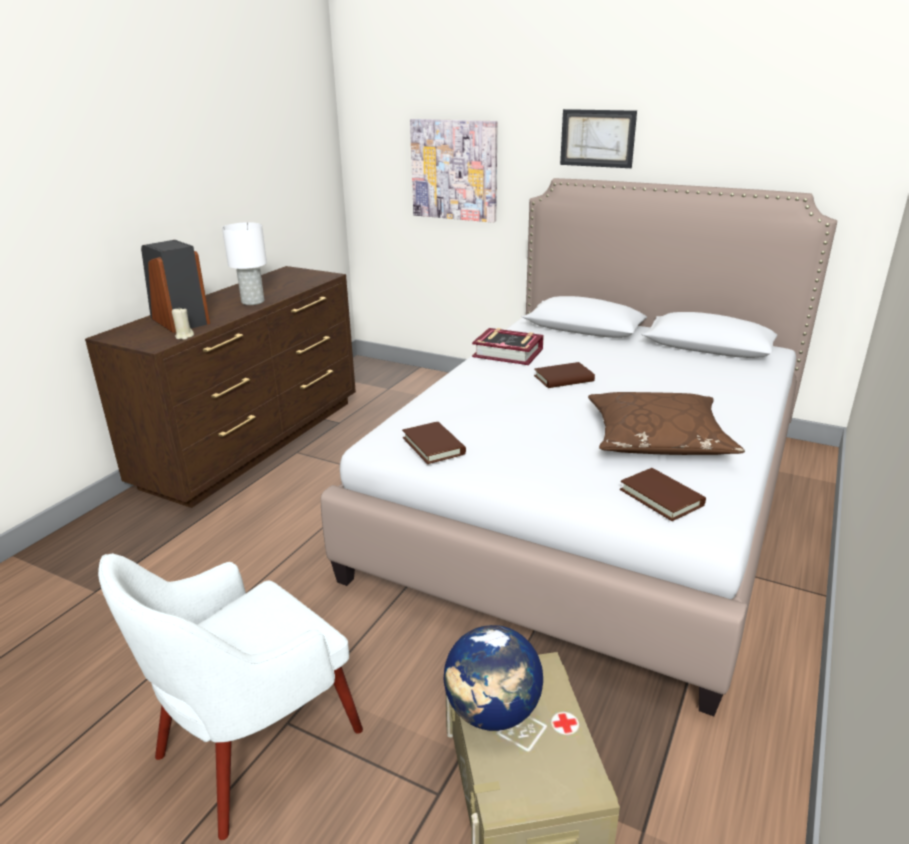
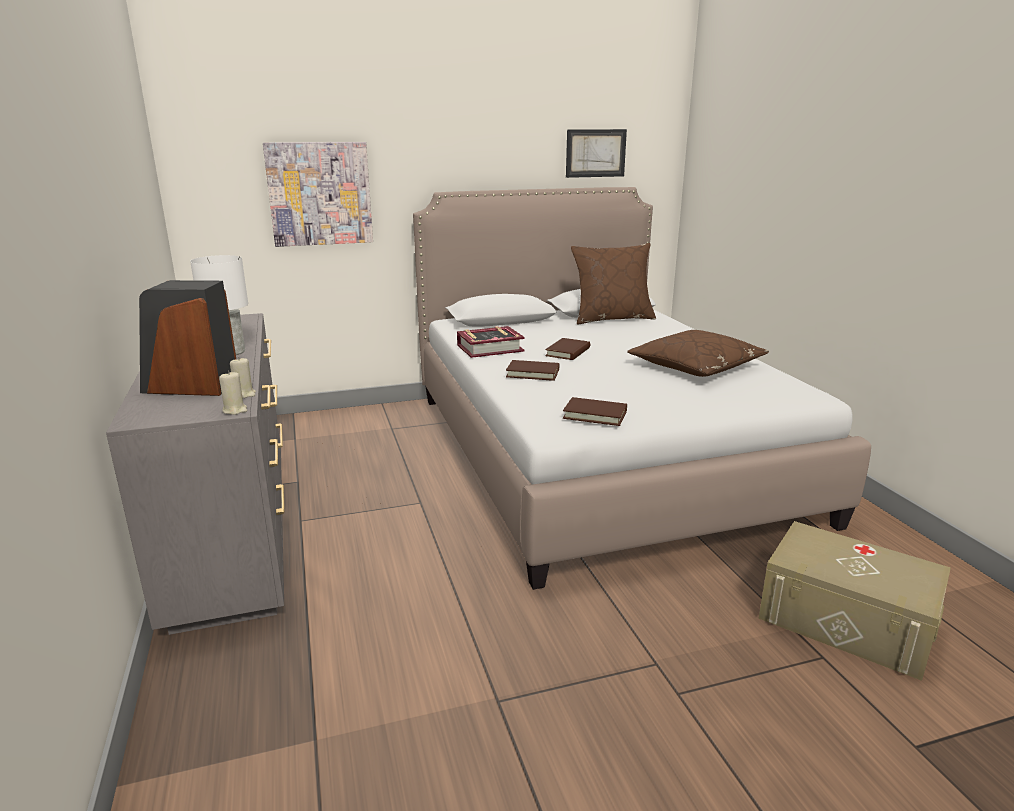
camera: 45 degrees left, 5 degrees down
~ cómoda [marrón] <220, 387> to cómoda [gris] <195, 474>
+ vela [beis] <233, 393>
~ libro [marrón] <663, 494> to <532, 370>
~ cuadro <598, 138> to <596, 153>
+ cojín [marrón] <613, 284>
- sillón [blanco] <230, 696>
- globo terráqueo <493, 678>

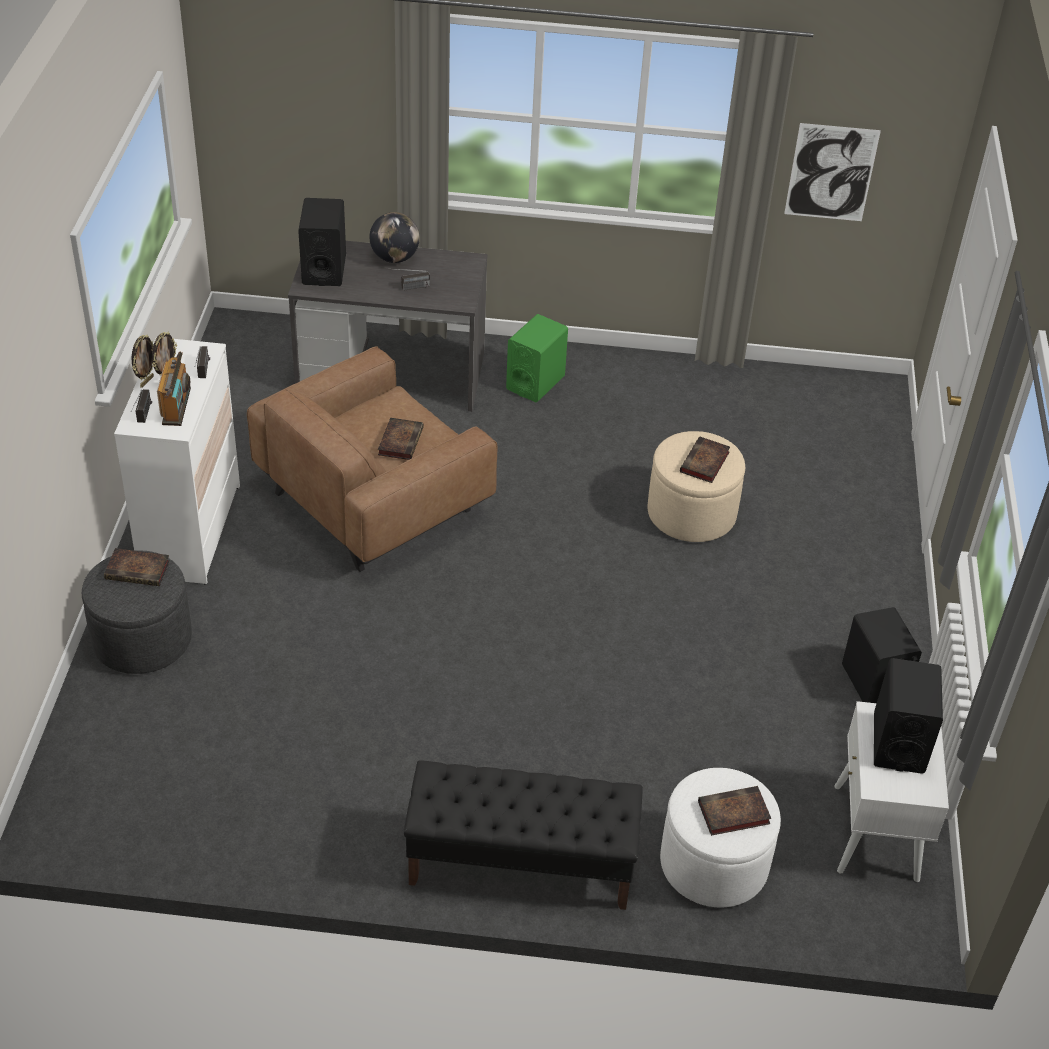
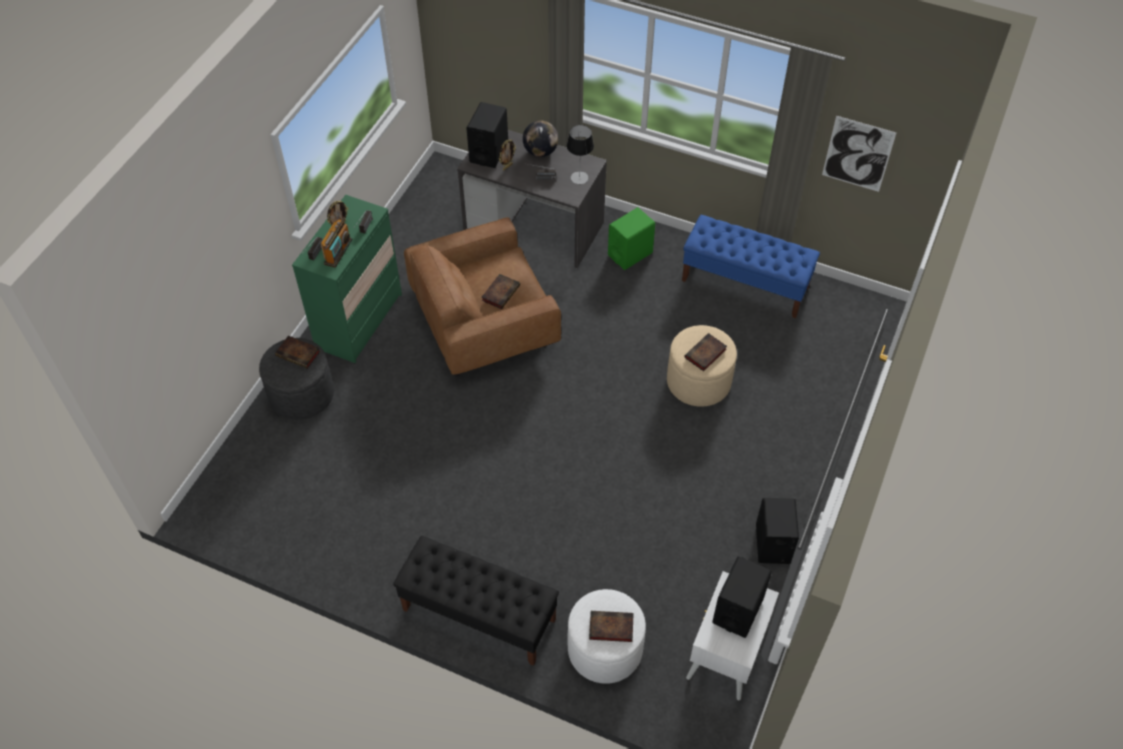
camera: 20 degrees right, 10 degrees up
~ cómoda [blanco] <177, 461> to cómoda [verde] <347, 279>
~ portarretratos <142, 361> to <507, 155>
+ lámpara de mesa <580, 154>
+ banco [azul] <751, 266>

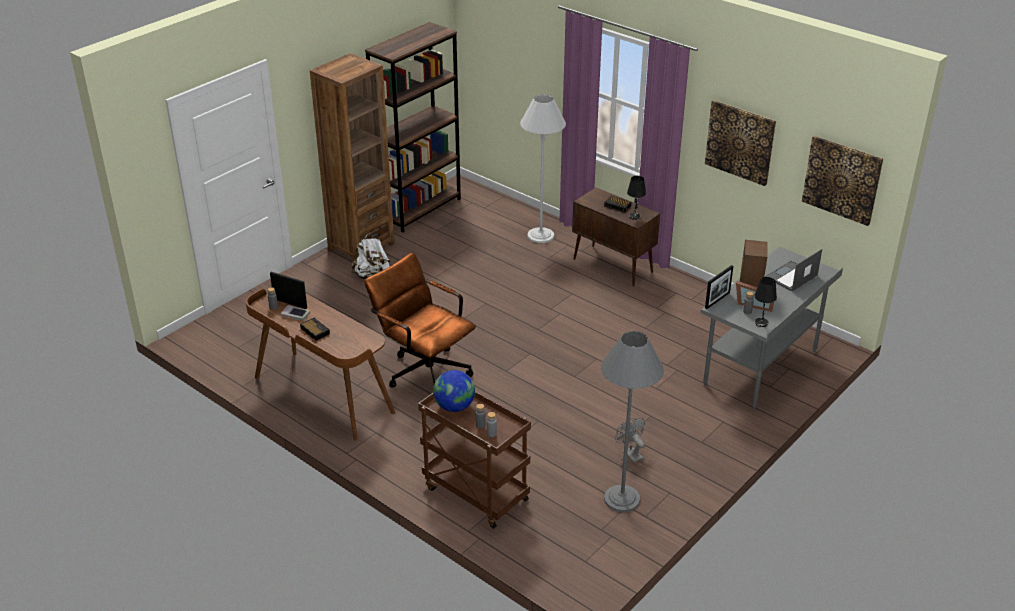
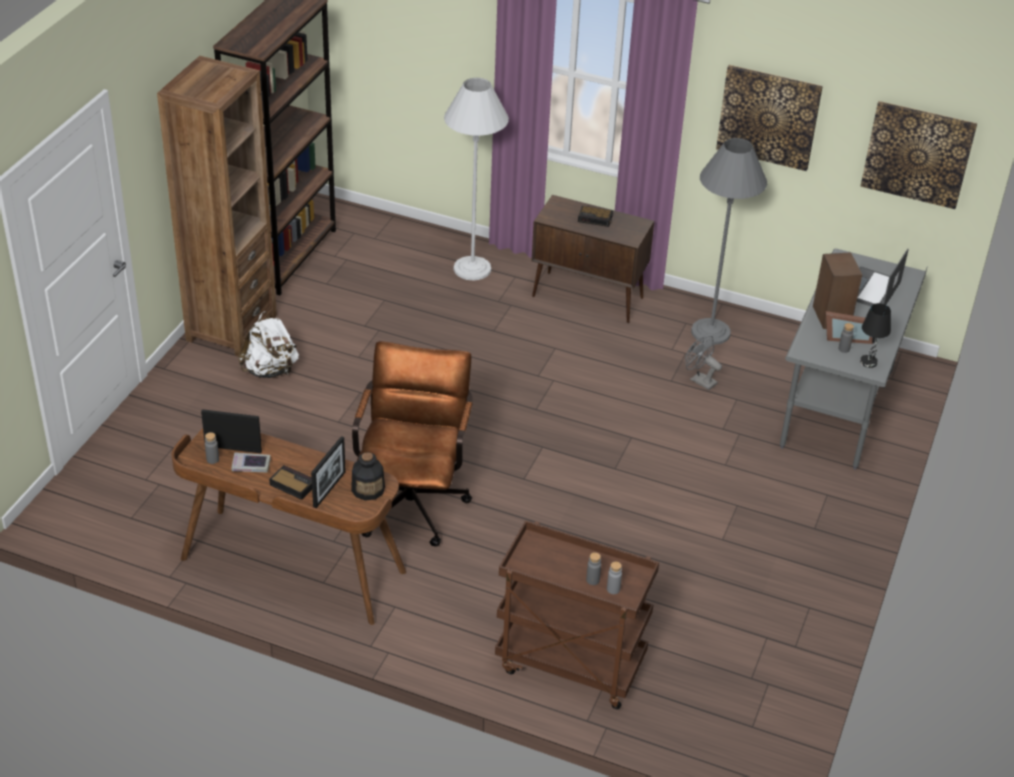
camera: 20 degrees left, 5 degrees up
~ portarretratos <719, 287> to <328, 472>
+ botella <368, 476>
~ silla de oficina [marrón] <420, 320> = <412, 443> 75 degrees clockwise
~ ventilador [gris] <630, 440> to <703, 363>
~ lámpara de pie [gris] <632, 421> to <729, 241>
- globo terráqueo <454, 391>
- lámpara de mesa [negro] <636, 198>

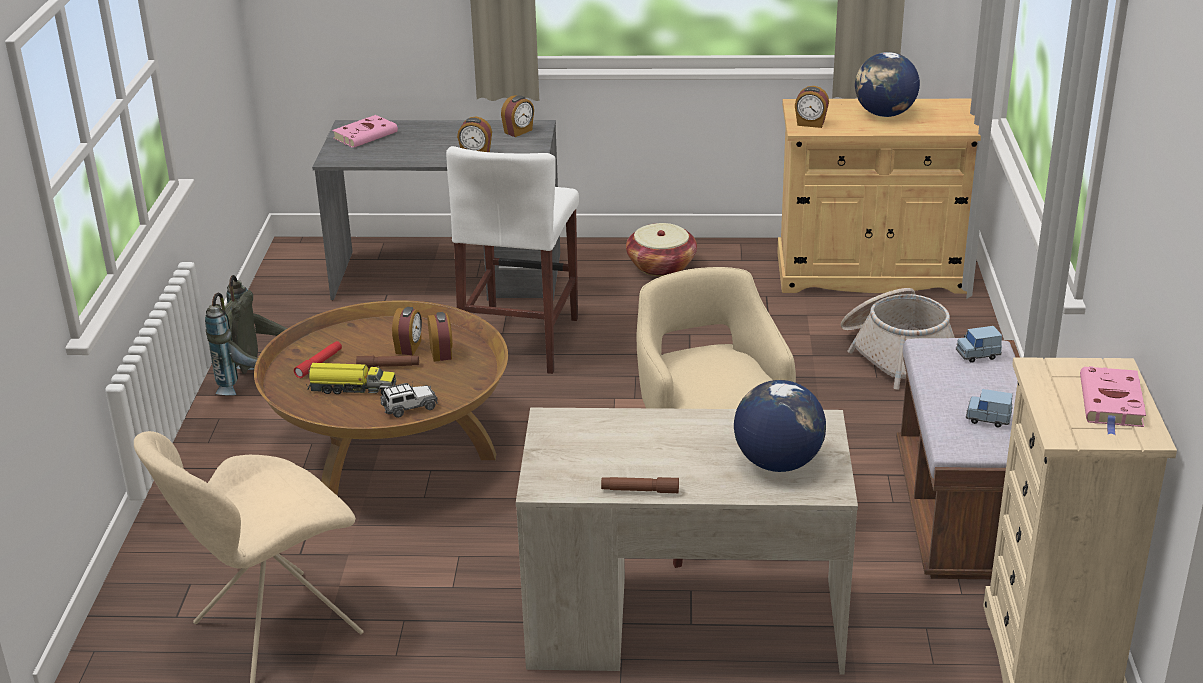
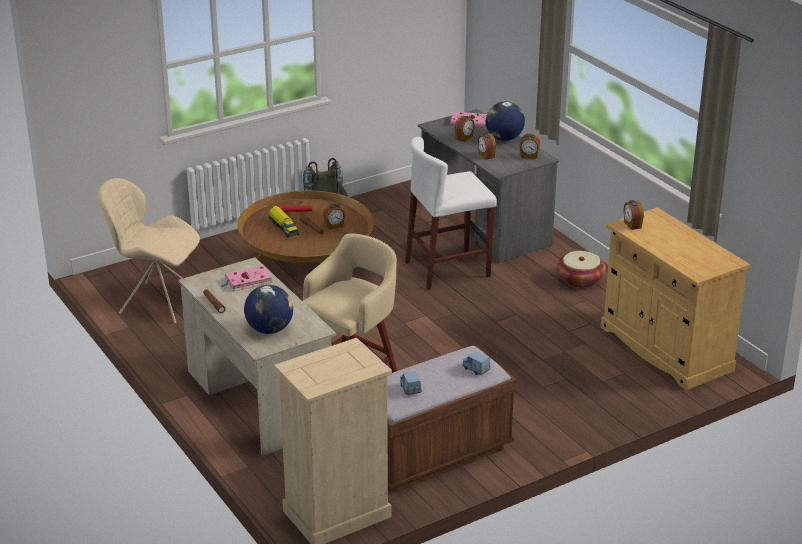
camera: 55 degrees right, 0 degrees up
~ libro [rosa] <1113, 400> to <246, 278>
~ despertador <440, 337> to <464, 129>
~ globo terráqueo <887, 84> to <505, 121>
- coche de juguete <409, 400>
- cesta <898, 339>

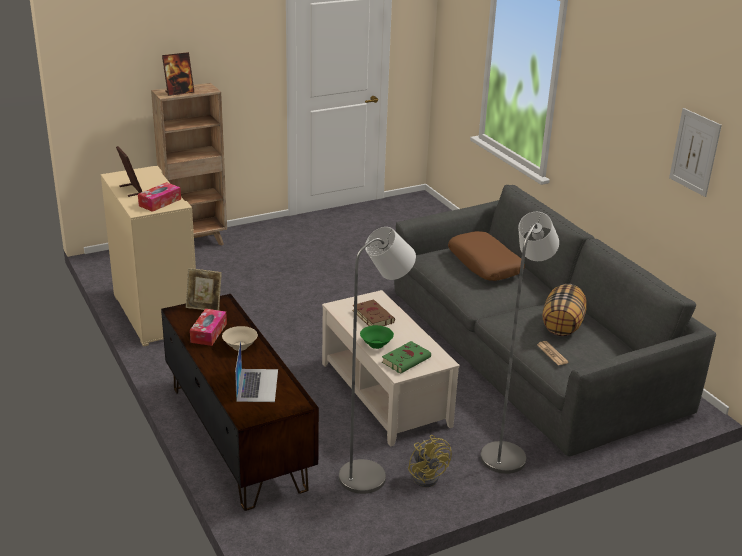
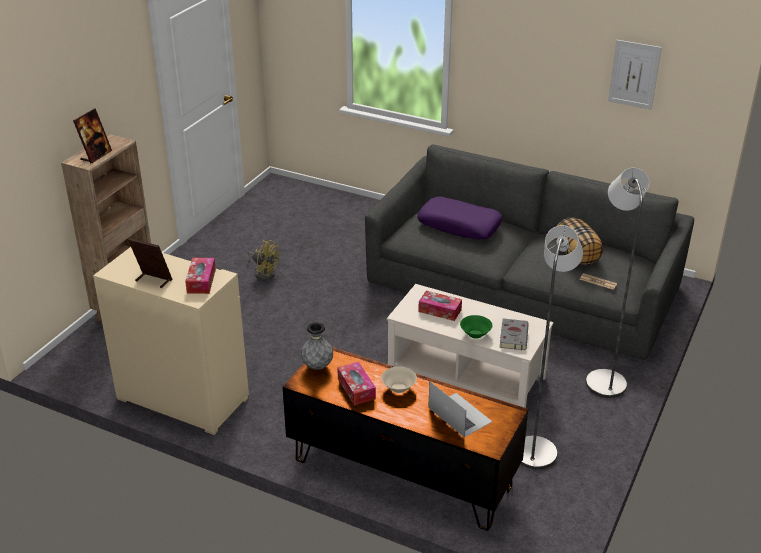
camera: 35 degrees left, 5 degrees up
~ ventilador [amarillo] <430, 461> to <263, 260>
~ portarretratos <204, 289> to florero [gris] <317, 346>
~ cojín [marrón] <486, 256> to cojín [morado] <460, 217>
~ libro [marrón] <373, 312> to caja de pañuelos <440, 306>
~ libro [verde] <406, 357> to libro [gris] <514, 334>

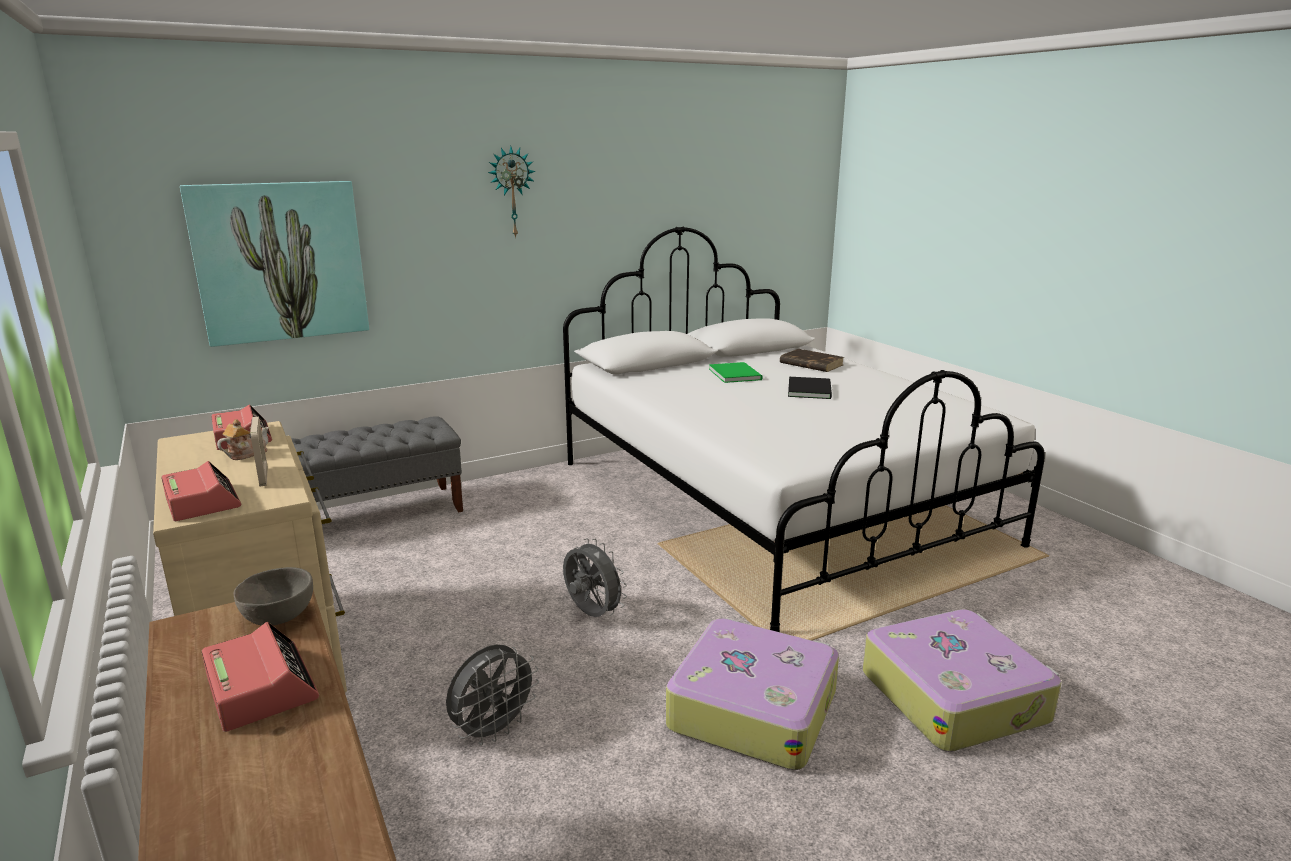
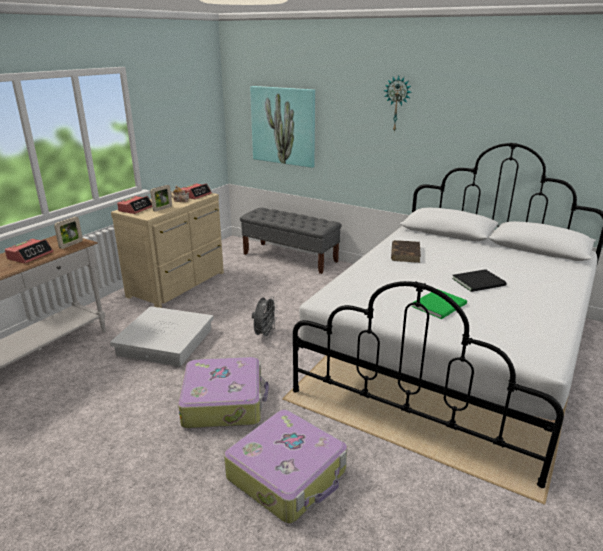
camera: 60 degrees right, 5 degrees up
~ cuenco [gris] <273, 596> to portarretratos <68, 233>
~ ventilador [gris] <492, 695> to caja de almacenaje [blanco] <162, 336>
~ libro [marrón] <812, 360> to <406, 251>
~ libro [verde] <736, 372> to <439, 304>

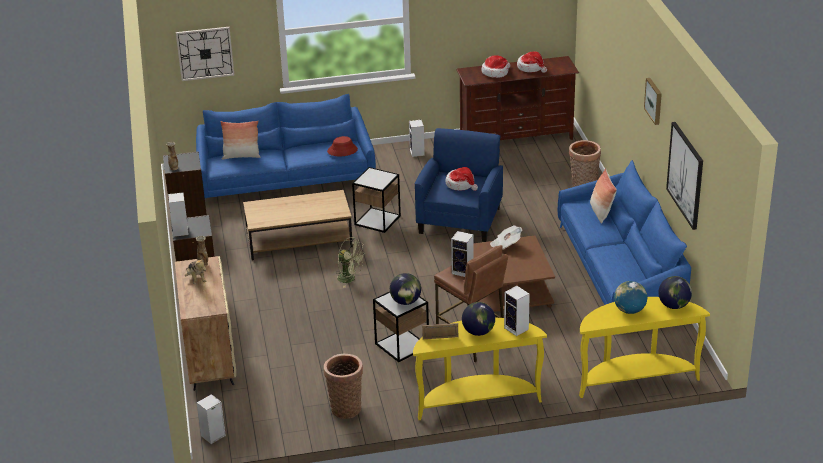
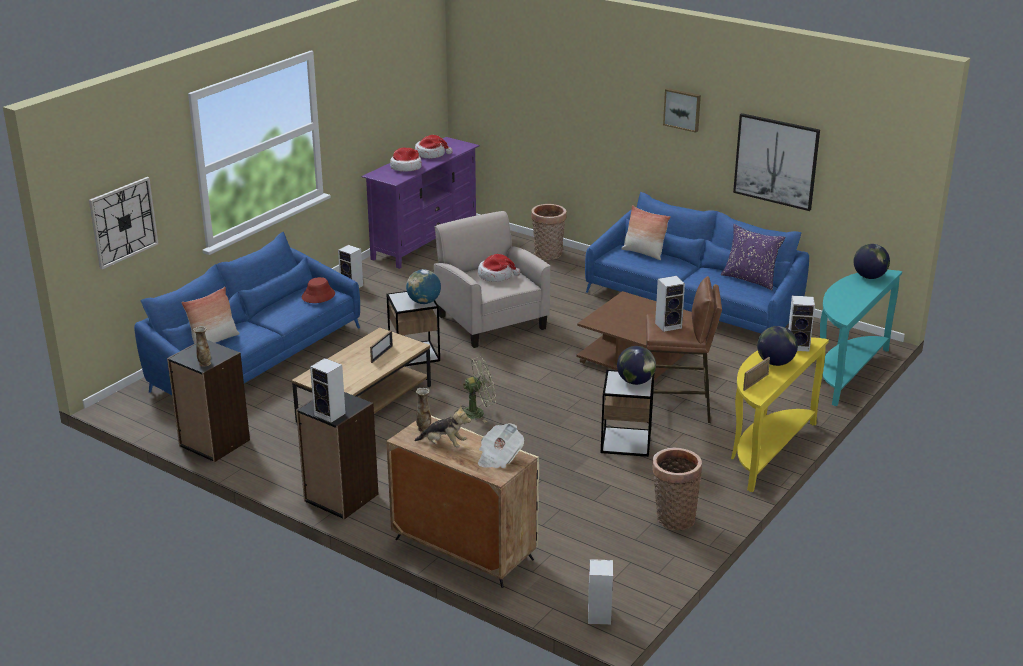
camera: 45 degrees left, 5 degrees down
~ mueble de televisión [marrón] <517, 98> to mueble de televisión [morado] <420, 203>
+ portarretratos <381, 346>
~ globo terráqueo <630, 297> to <423, 286>
~ sillón [azul] <459, 185> to sillón [beis] <492, 279>
~ periódico <506, 237> to <501, 446>
+ cojín [morado] <753, 257>
~ mesa consola [amarillo] <644, 347> to mesa consola [turquesa] <861, 338>

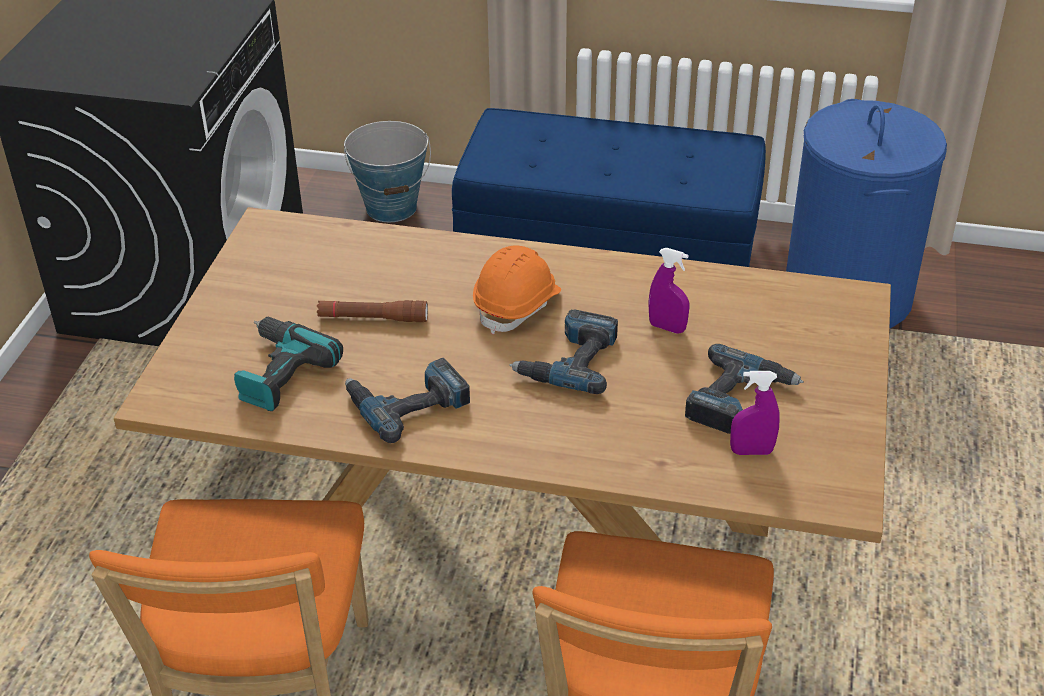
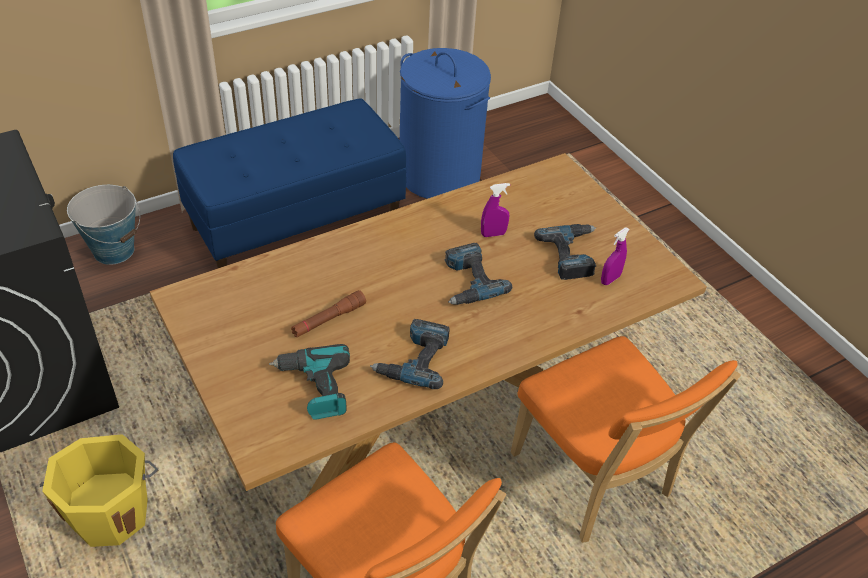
camera: 45 degrees left, 5 degrees up
+ cubo [amarillo] <98, 490>
- casco [naranja] <517, 289>

